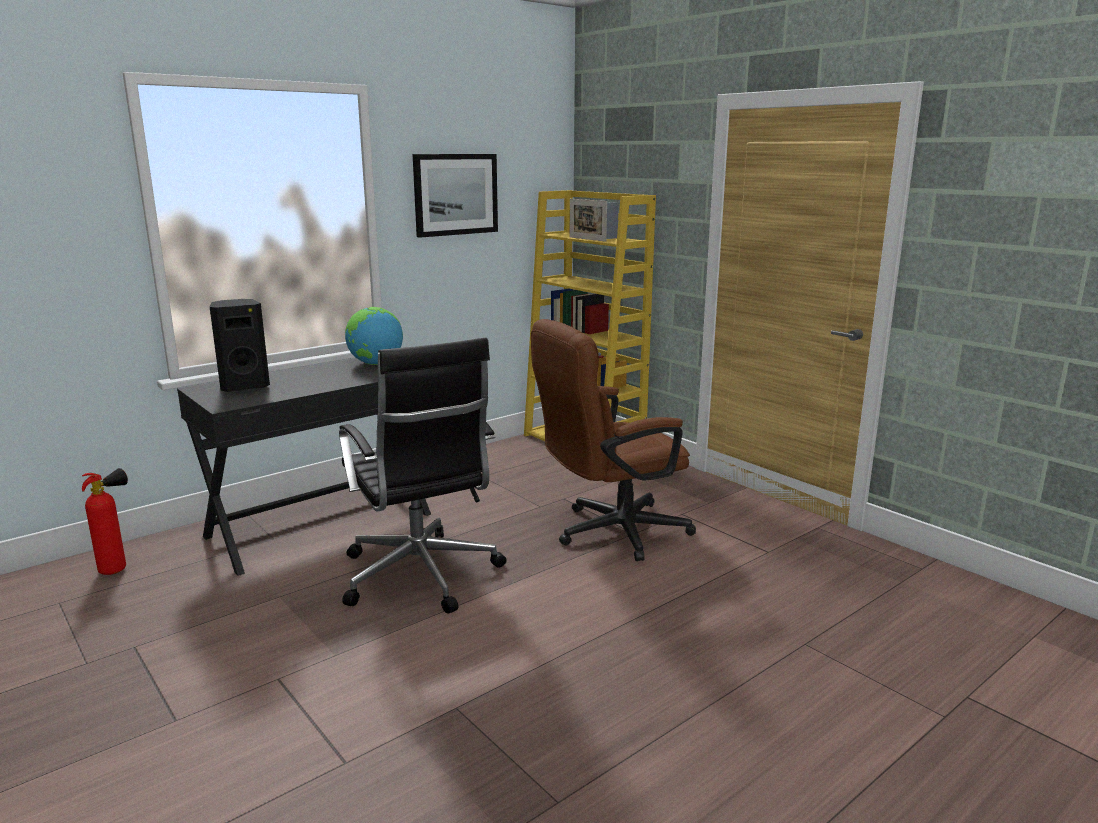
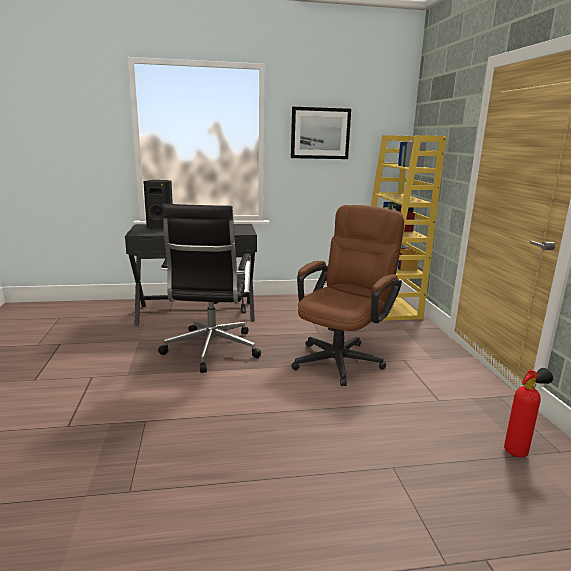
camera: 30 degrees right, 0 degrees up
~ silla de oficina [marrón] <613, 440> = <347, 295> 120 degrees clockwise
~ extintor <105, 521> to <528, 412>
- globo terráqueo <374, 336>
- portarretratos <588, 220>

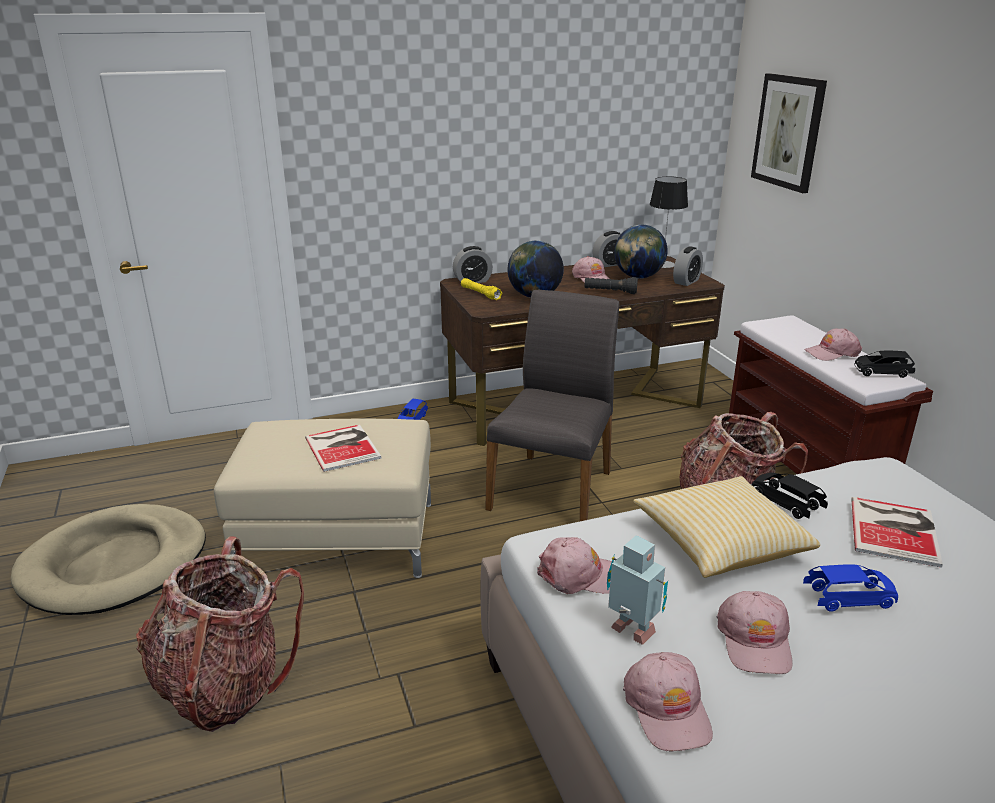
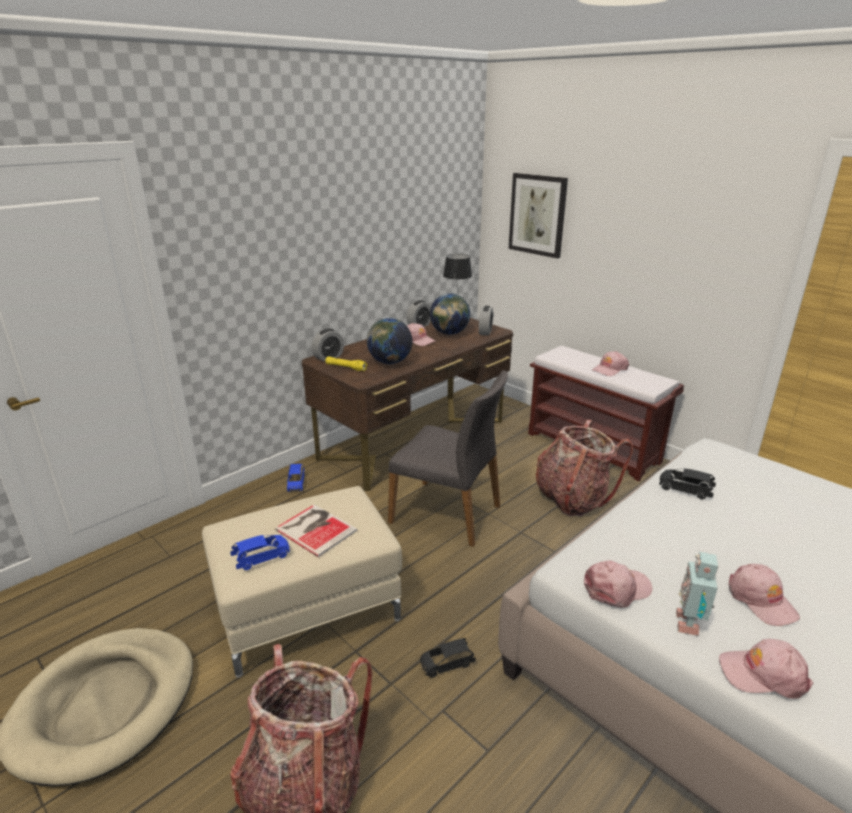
camera: 25 degrees left, 0 degrees up
~ coche de juguete [azul] <850, 588> to <260, 552>
~ silla [gris] <552, 405> = <448, 458> 120 degrees clockwise
~ coche de juguete [negro] <884, 364> to <448, 658>
~ robot de juguete <637, 590> = <697, 593> 90 degrees counterclockwise
~ gorra [rosa] <668, 702> = <766, 669> 135 degrees clockwise
- linterna [negro] <611, 285>
- cojín <727, 527>
- libro <897, 532>

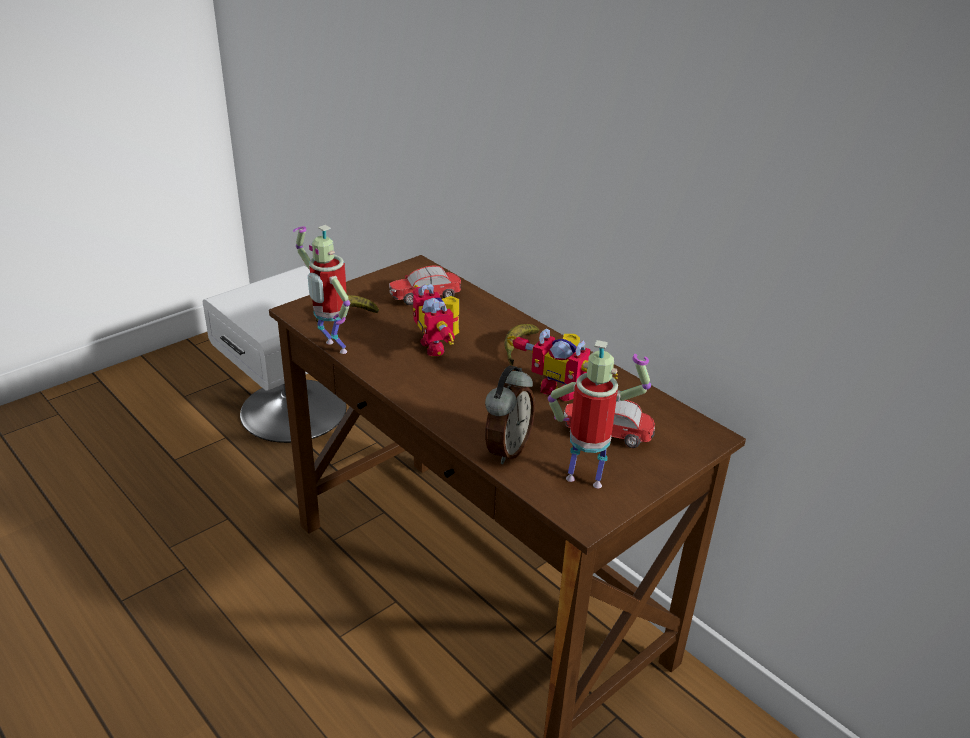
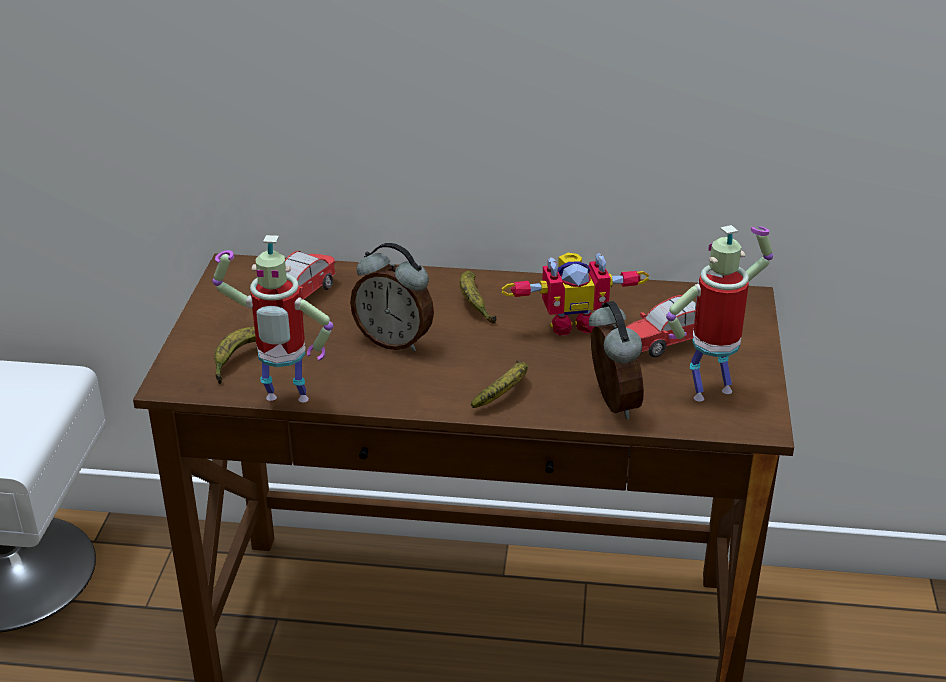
camera: 40 degrees left, 0 degrees up
~ robot de juguete <436, 320> to despertador <392, 297>
+ plátano <499, 384>

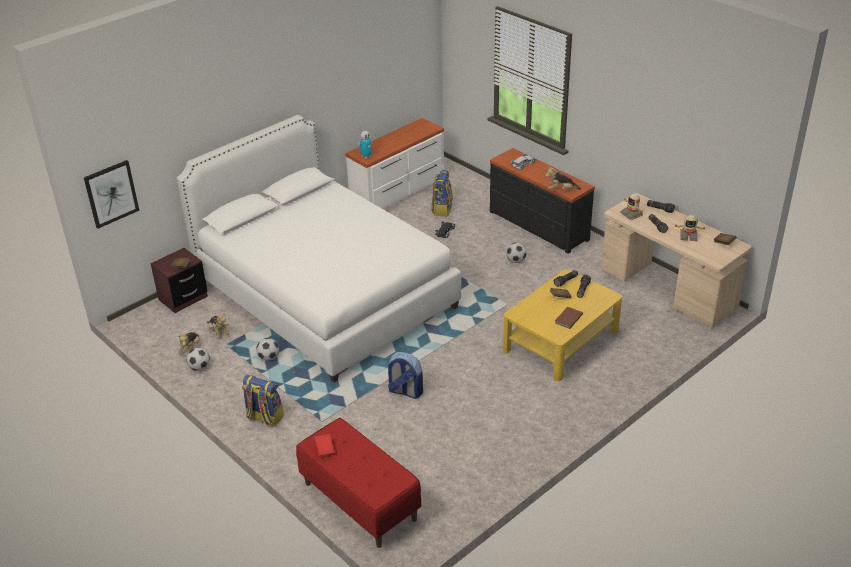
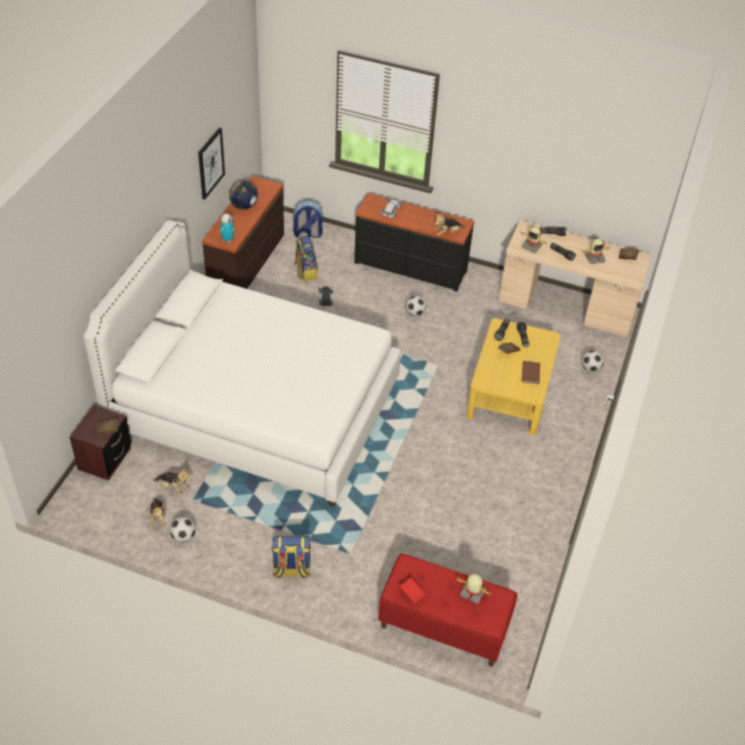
camera: 30 degrees left, 10 degrees up
~ cuadro <111, 194> to <211, 163>
~ cómoda [blanco] <394, 163> to cómoda [marrón] <243, 232>
+ globo terráqueo <243, 195>
~ mochila <405, 375> to <308, 219>
+ robot de juguete <473, 589>
~ balón de fútbol <267, 349> to <593, 361>

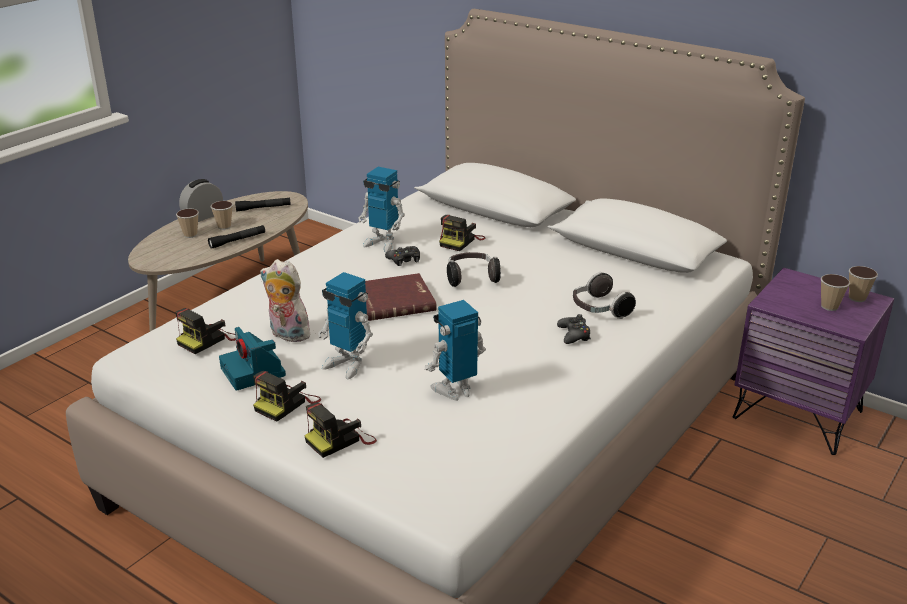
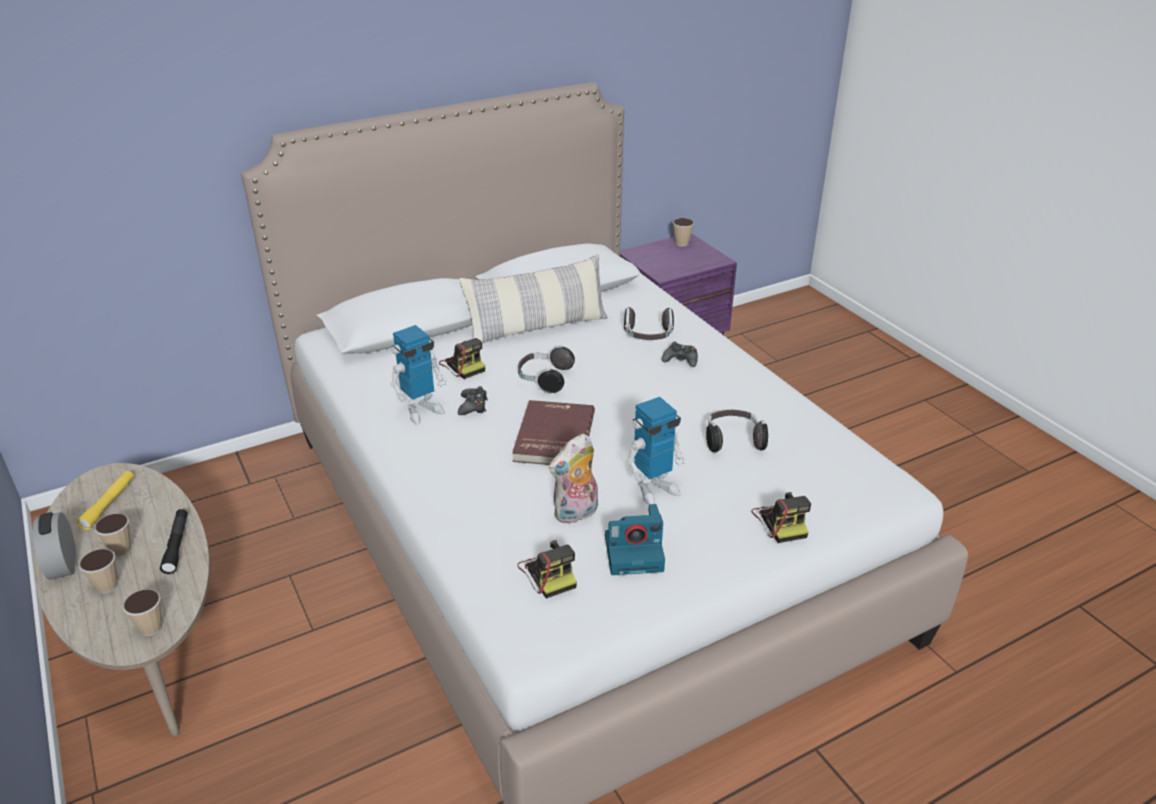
camera: 65 degrees left, 5 degrees up
~ linterna [negro] <263, 205> to linterna [amarillo] <105, 500>
~ taza <835, 292> to <142, 612>
+ cojín <534, 298>
~ robot de juguete <455, 350> to auriculares <737, 431>
- cámara <287, 396>

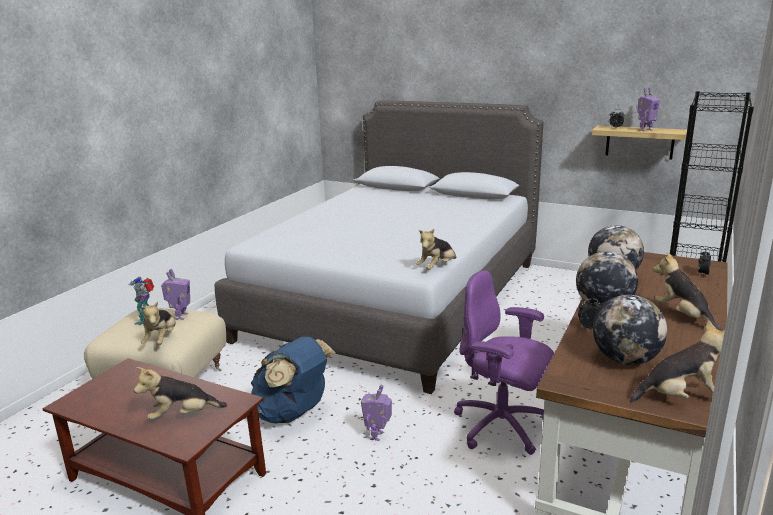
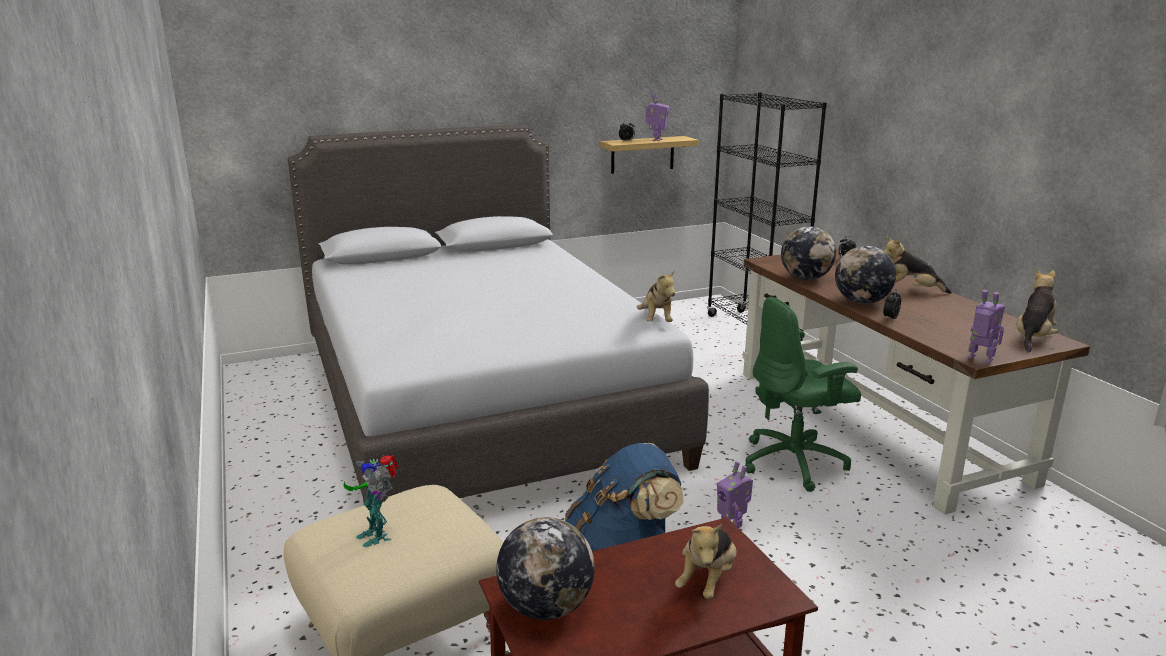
camera: 50 degrees left, 0 degrees up
~ globo terráqueo <630, 330> to <545, 568>
~ silla de oficina [morado] <504, 362> to silla de oficina [verde] <803, 394>
~ robot de juguete <175, 294> to <986, 326>
- peluche <158, 323>

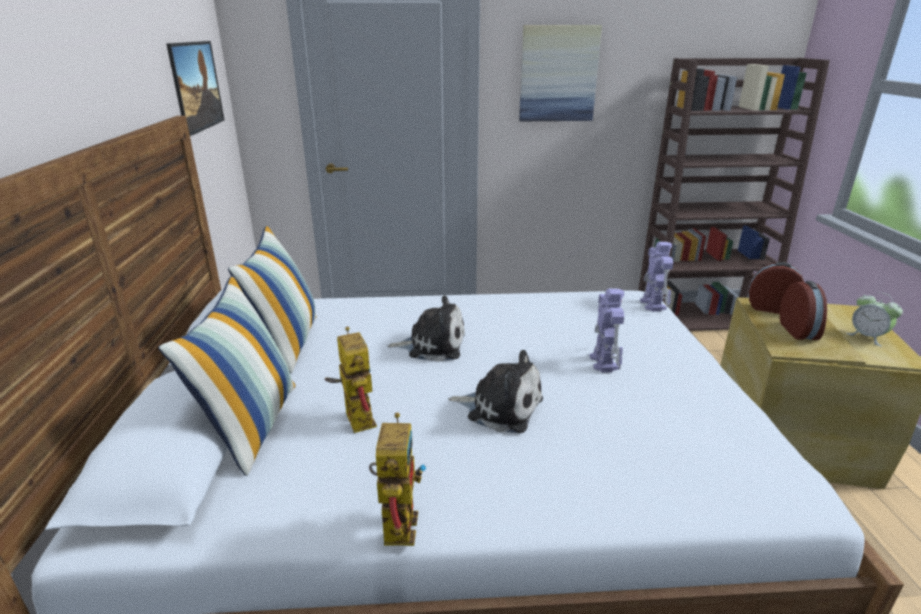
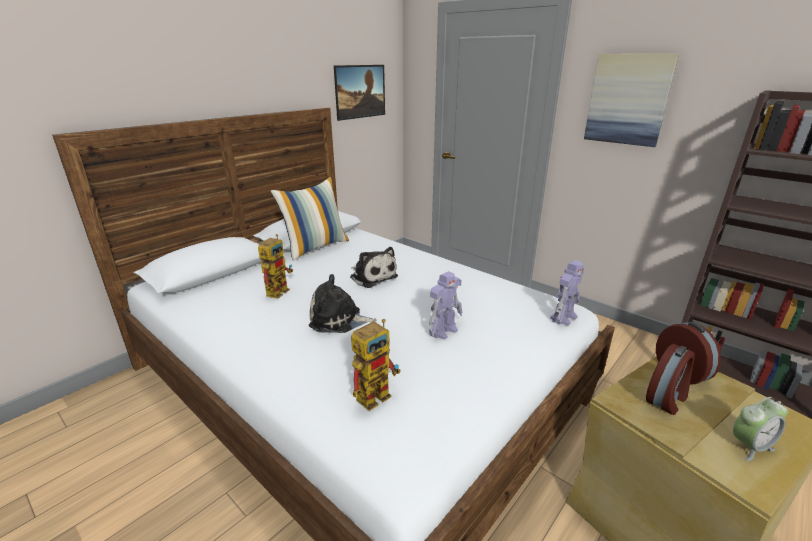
camera: 45 degrees right, 0 degrees up
~ peluche <495, 391> = <343, 303> 120 degrees clockwise
~ robot de juguete <397, 479> to <376, 365>
~ despertador <874, 319> = <760, 429> 120 degrees counterclockwise
- cojín <227, 376>

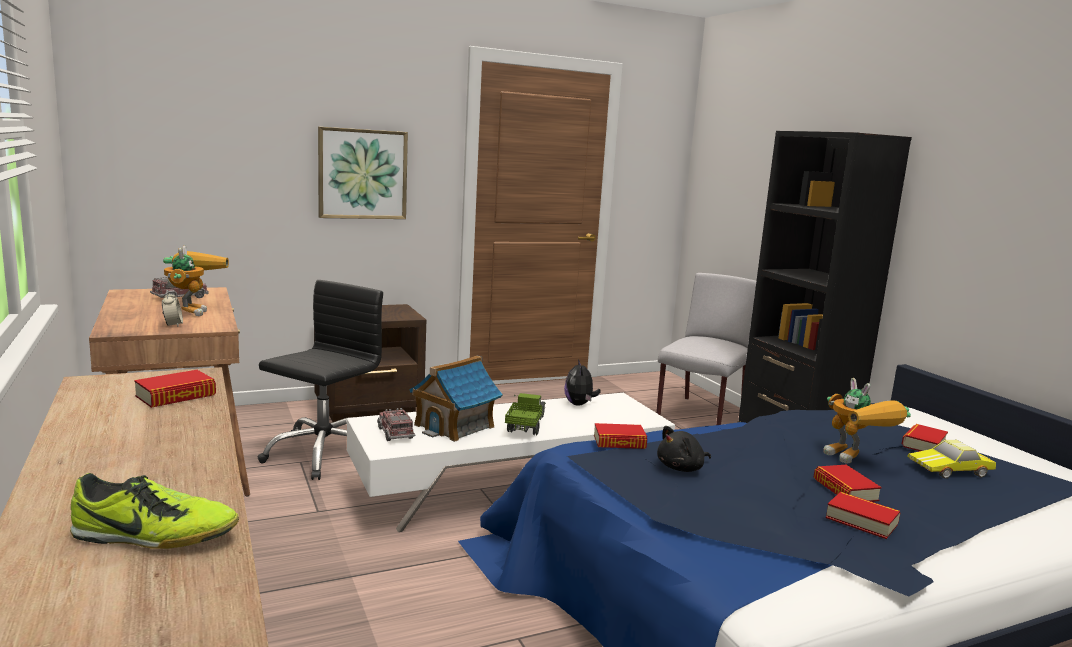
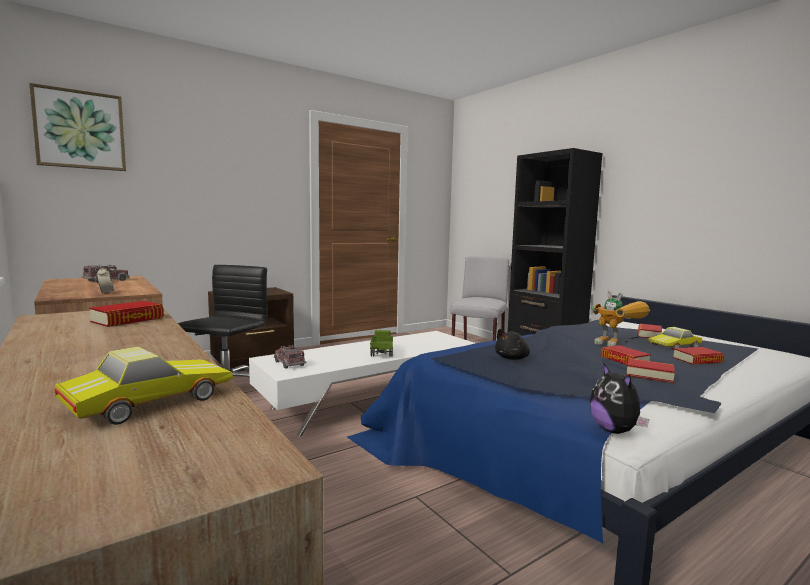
camera: 10 degrees left, 5 degrees down
~ cuadro <363, 173> to <77, 127>
~ zapato <154, 511> to coche de juguete <144, 385>
~ peluche <582, 382> to <619, 399>
~ libro <620, 436> to <698, 356>
- robot de juguete <196, 281>
- casita <456, 398>

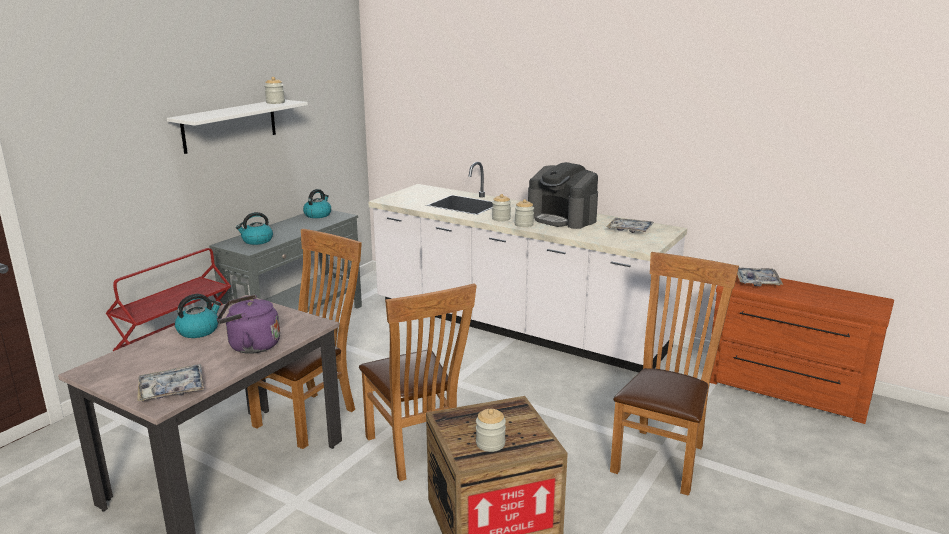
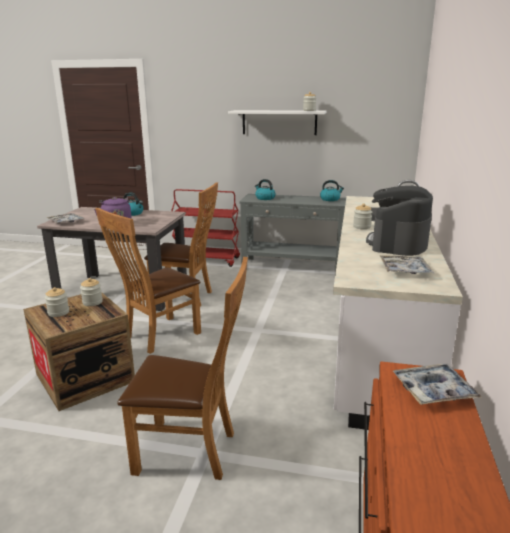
camera: 70 degrees right, 0 degrees up
~ tarro <524, 213> to <91, 292>

